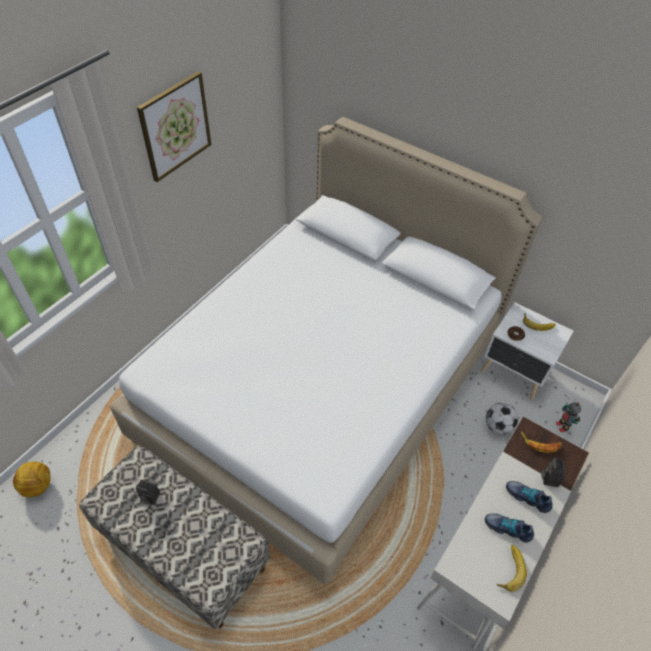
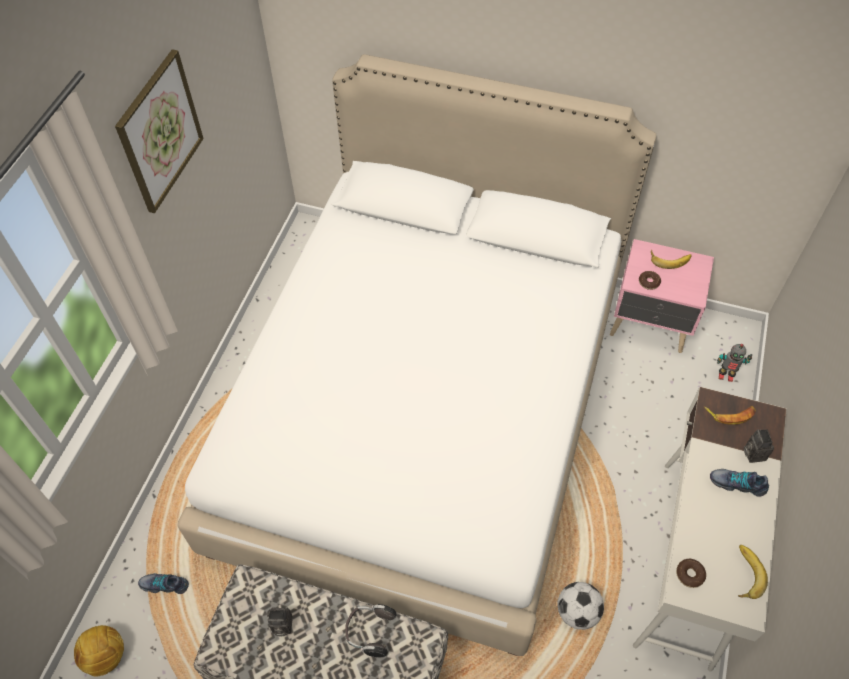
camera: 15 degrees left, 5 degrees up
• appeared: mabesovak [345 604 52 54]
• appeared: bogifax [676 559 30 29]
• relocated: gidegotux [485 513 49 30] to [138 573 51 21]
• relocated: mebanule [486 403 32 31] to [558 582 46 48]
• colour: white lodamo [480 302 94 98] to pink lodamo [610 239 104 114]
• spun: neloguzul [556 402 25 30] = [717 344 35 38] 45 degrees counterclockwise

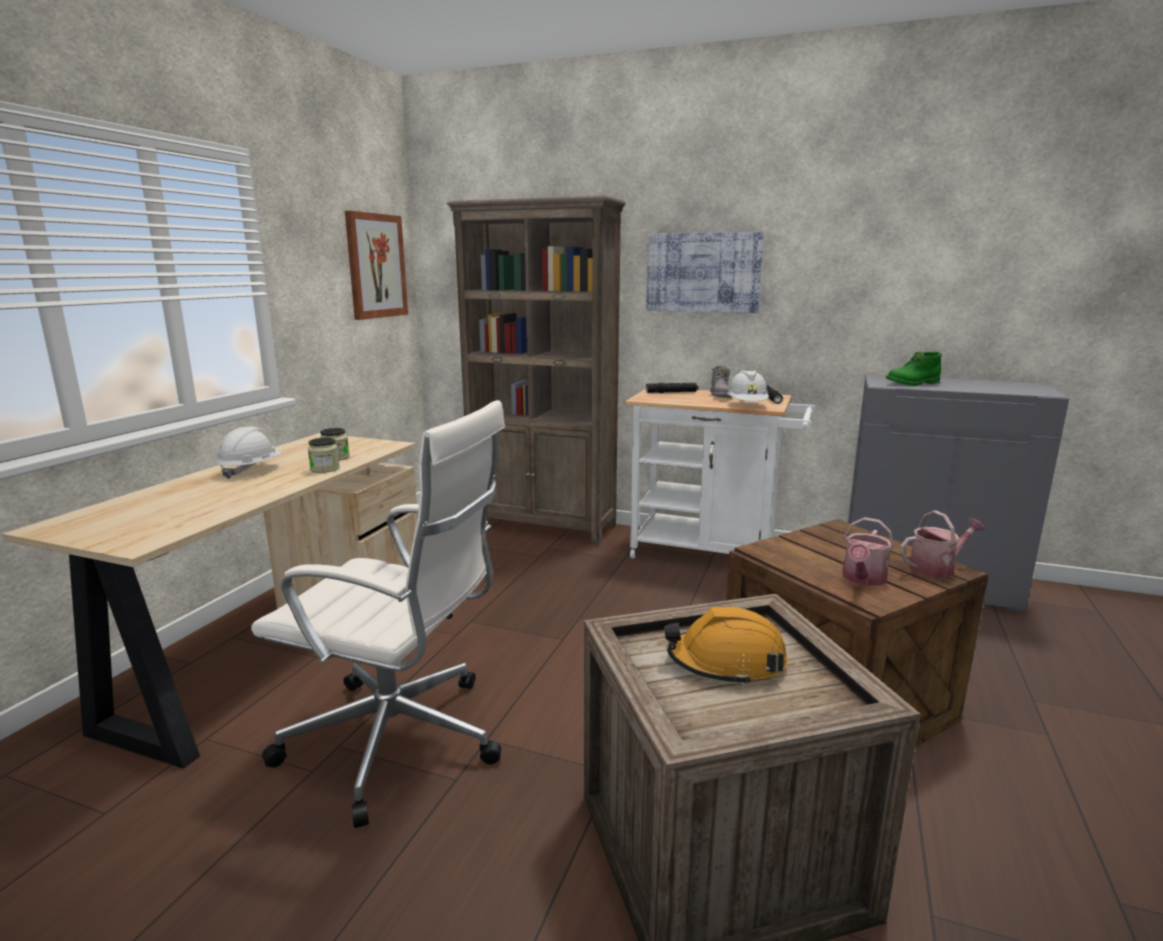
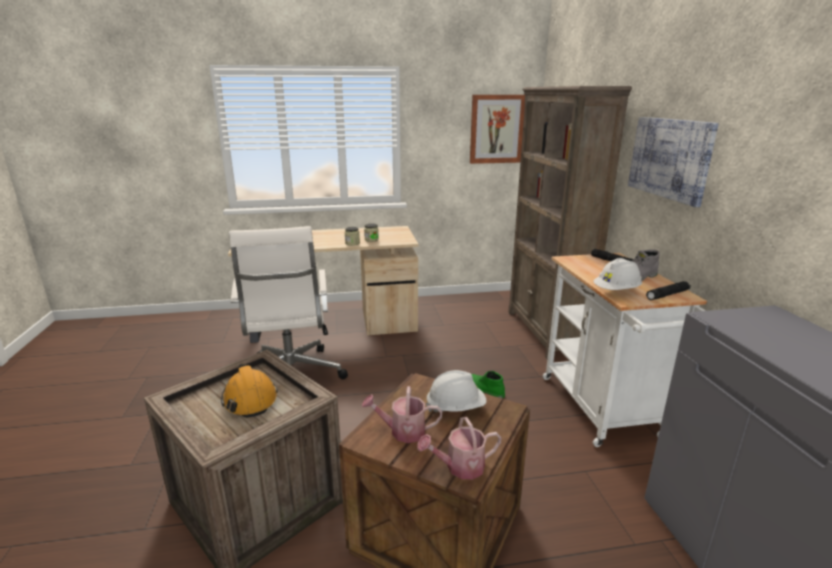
camera: 60 degrees right, 5 degrees up
• relocated: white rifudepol [216 427 67 52] to [426 370 60 43]
• relocated: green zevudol [886 351 56 35] to [472 371 33 27]
• spun: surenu [900 510 85 68] = [417 417 85 62] 120 degrees clockwise

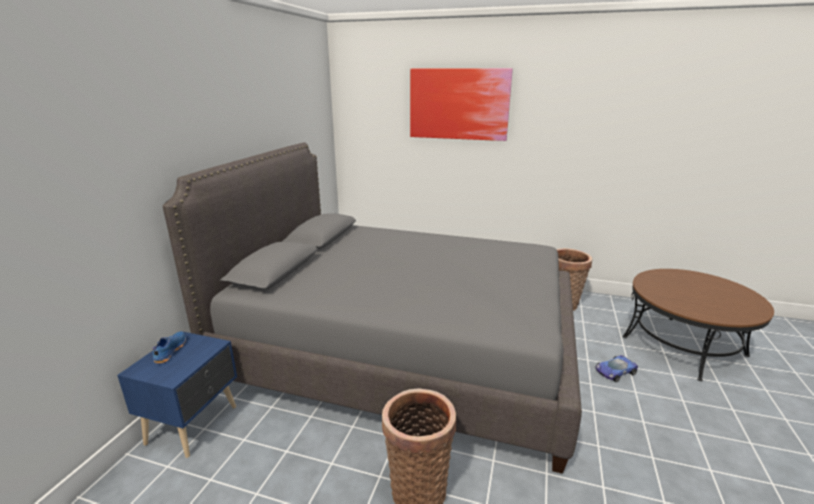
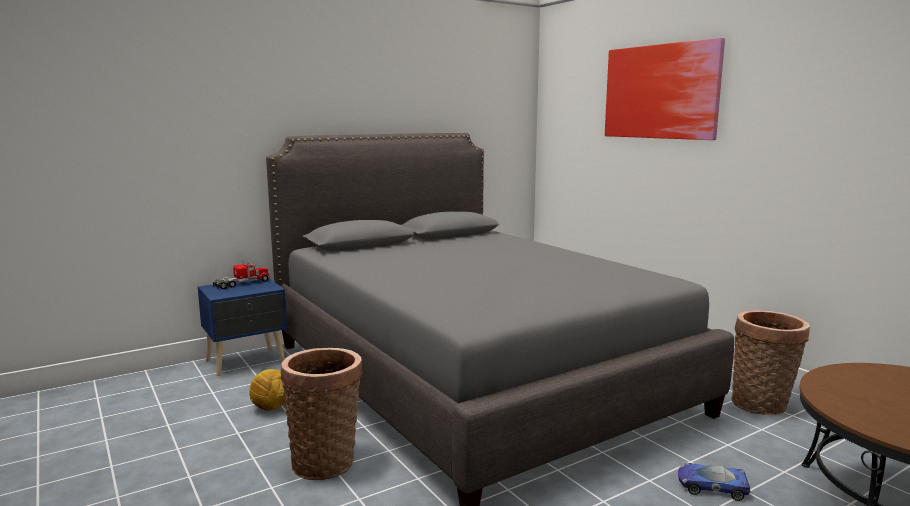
camera: 40 degrees right, 10 degrees down
• appeared: mebanule [249 369 36 42]
• exchanged: blue gidegotux [152 331 34 33] to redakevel [213 262 57 28]

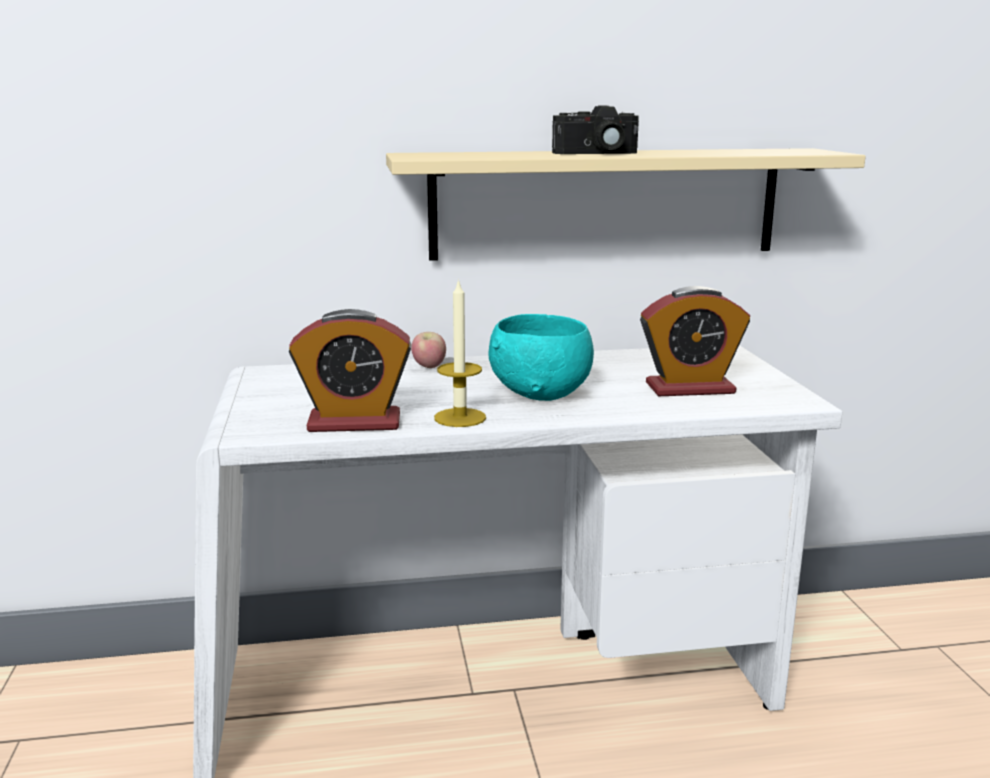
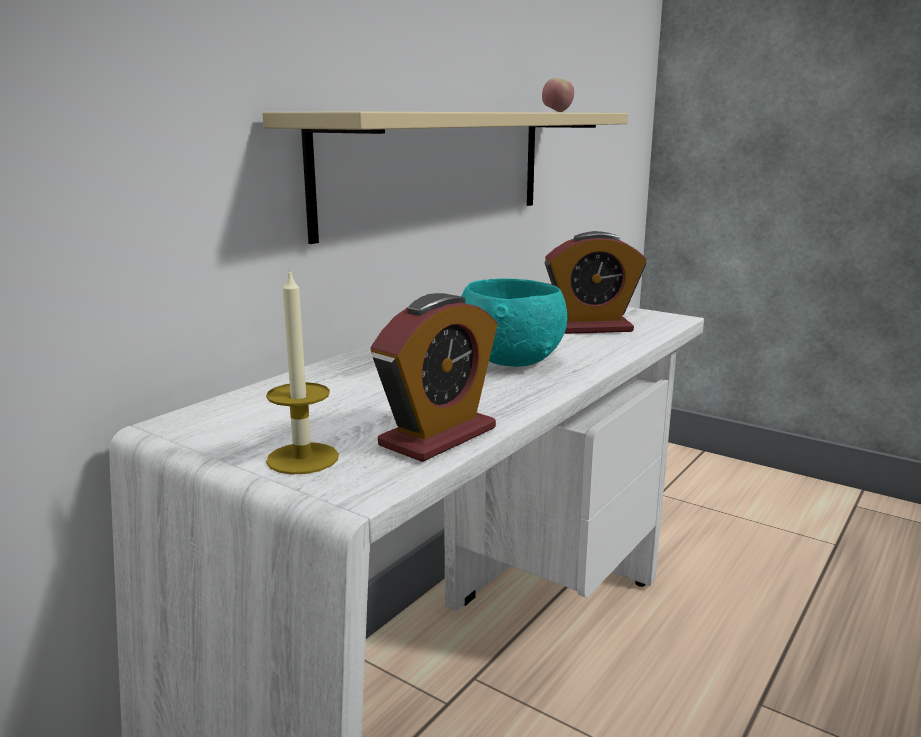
camera: 45 degrees left, 0 degrees up
• missing: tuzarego [552 106 87 48]
• relocated: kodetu [411 332 35 36] to [542 78 32 34]
• relocated: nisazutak [434 278 52 149] to [266 268 73 206]
• spun: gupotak [640 286 110 110] = [544 231 102 103] 45 degrees clockwise

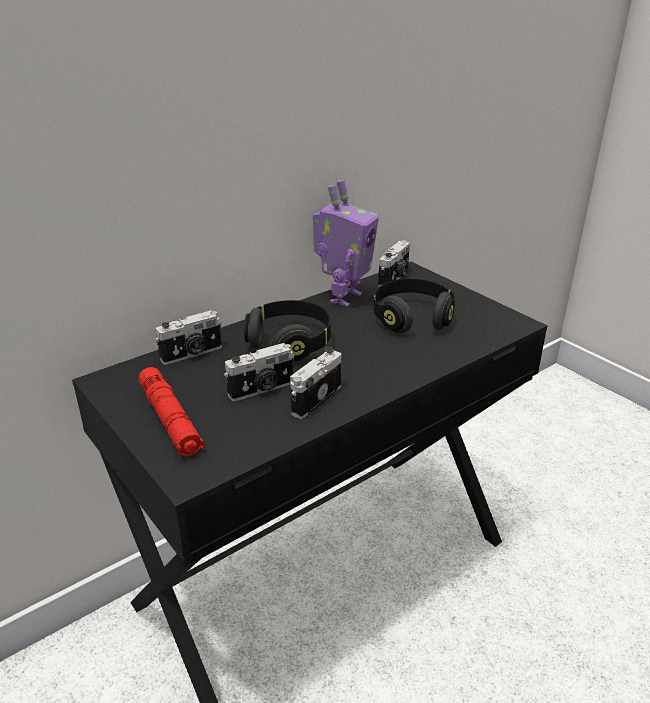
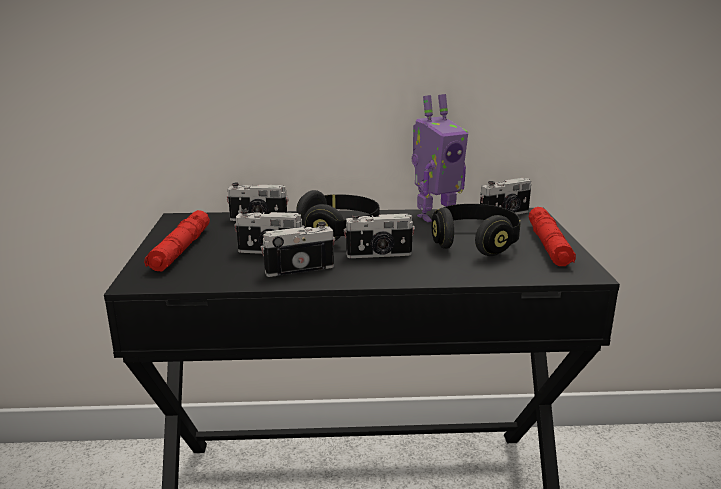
camera: 35 degrees right, 10 degrees down
• appeared: tuzarego [344 214 71 44]
• appeared: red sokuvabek [529 207 47 59]

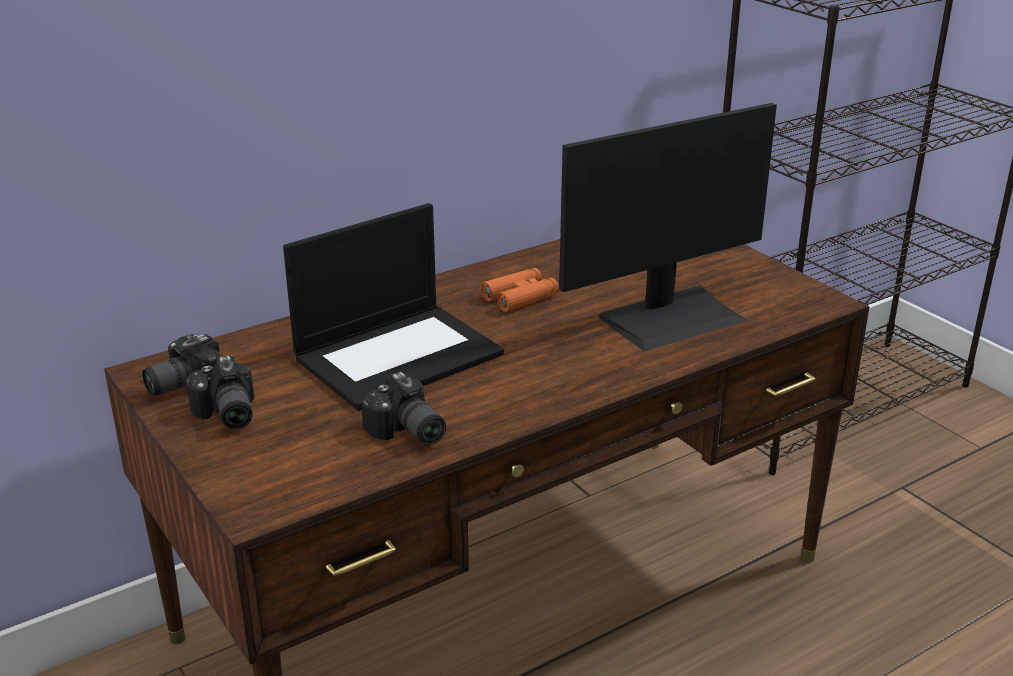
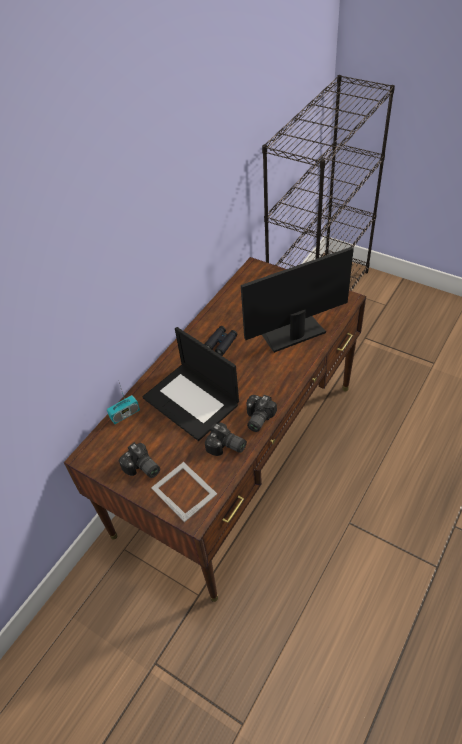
camera: 20 degrees left, 20 degrees up
• appeared: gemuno [107 380 33 44]
• appeared: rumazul [151 462 66 60]
• relocated: tuzarego [142 334 79 62] to [246 395 31 37]
• colour: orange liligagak [481 268 78 44] to black liligagak [204 326 33 30]
• spun: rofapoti [283 203 221 208] = [142 327 97 114] 105 degrees clockwise
• spun: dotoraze [559 103 218 248] = [241 247 113 106] 150 degrees counterclockwise

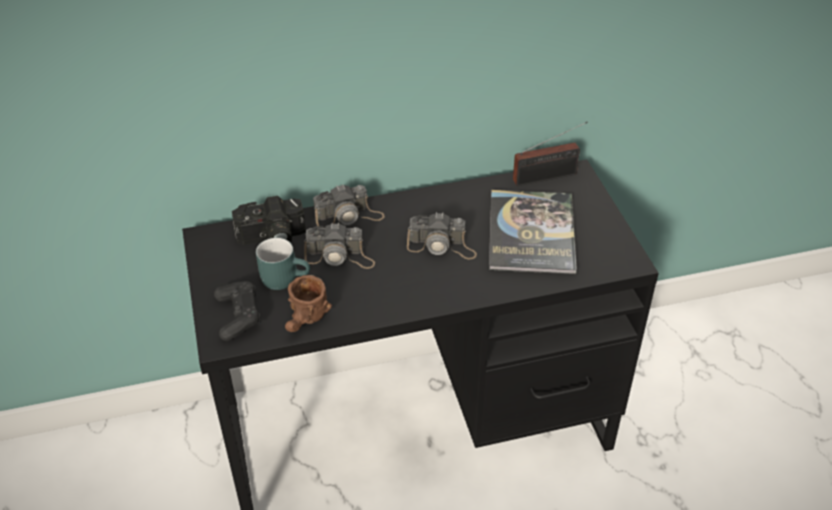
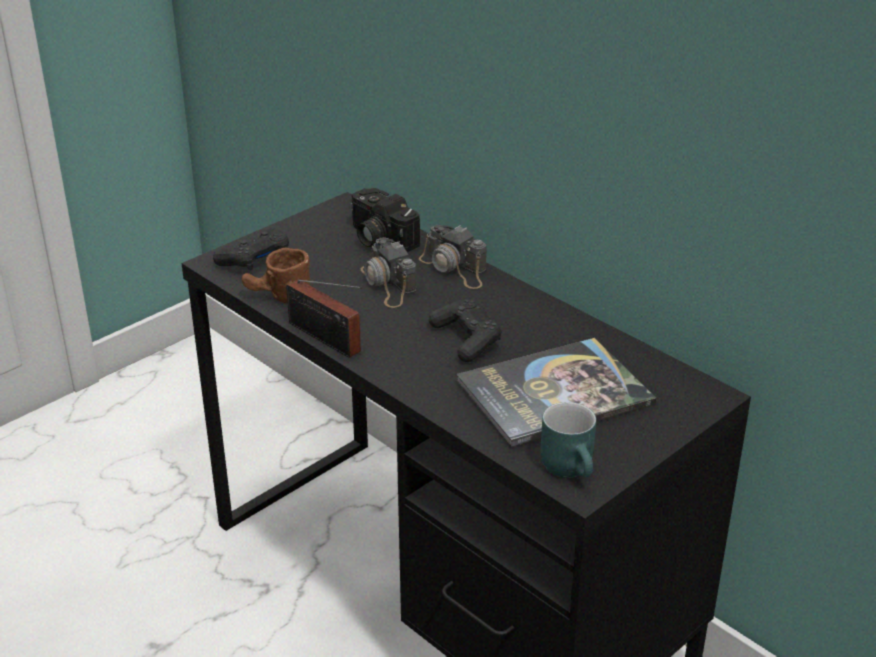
camera: 60 degrees right, 10 degrees down
• relocated: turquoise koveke [256 238 54 52] to [541 402 55 76]
• relocated: gemuno [513 122 75 64] to [286 280 77 78]
• exchanged: tuzarego [407 212 70 47] to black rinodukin [429 299 73 63]

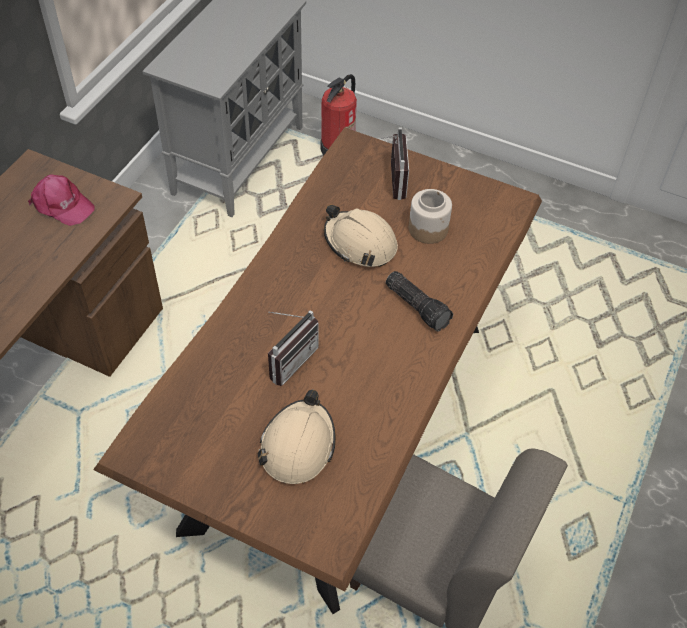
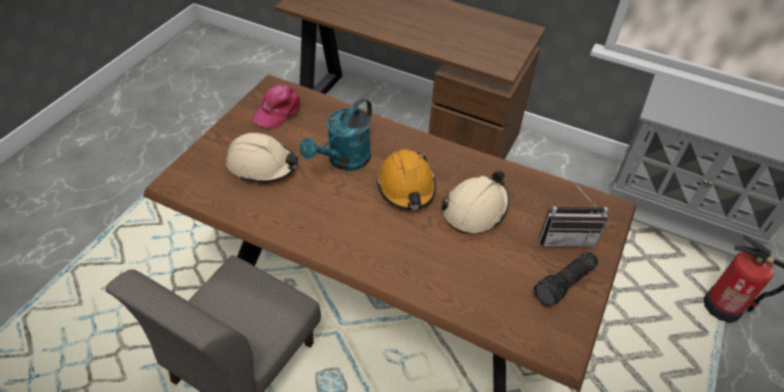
camera: 90 degrees right, 5 degrees down
• missing: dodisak [409 189 43 55]
• appeared: orange rifudepol [377 149 59 61]
• relocated: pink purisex [28 175 67 51] to [252 84 48 45]
• relocated: sokuvabek [386 271 67 60] to [534 252 64 55]
• exchanged: gemuno [268 310 50 76] to turquoise surenu [300 98 72 73]

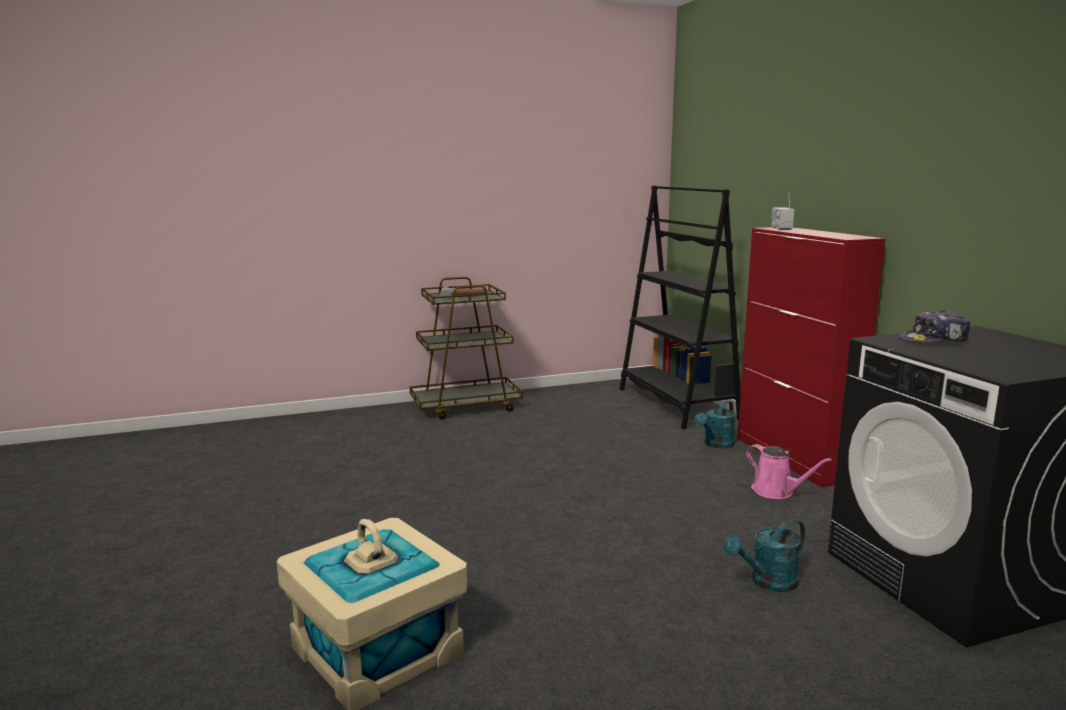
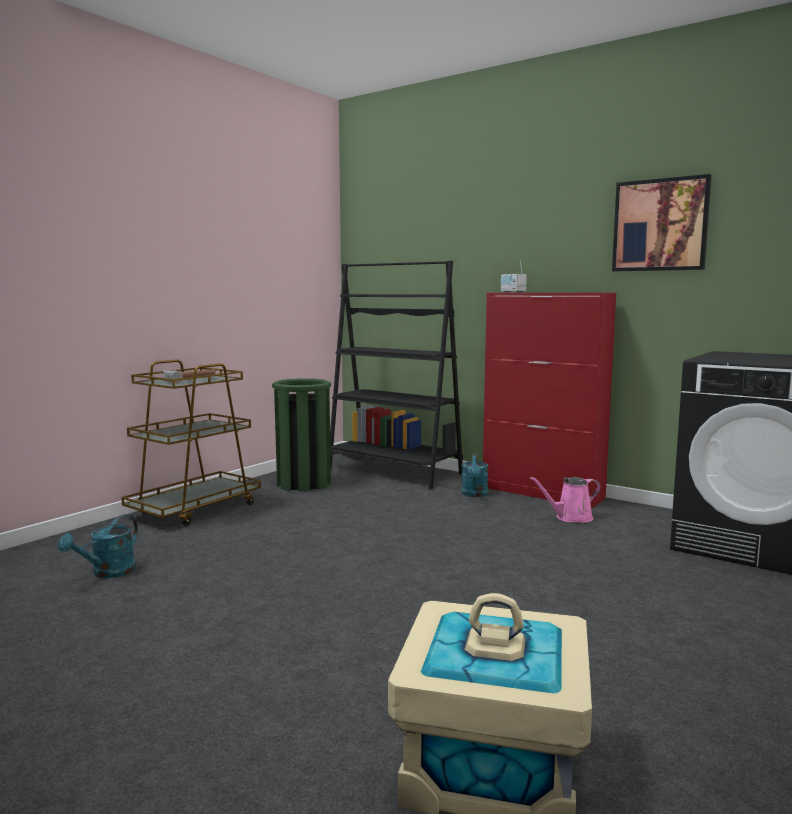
camera: 35 degrees left, 5 degrees down
• missing: purisex [899 310 71 33]
• appeared: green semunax [272 378 59 114]
• appeared: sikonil [612 174 100 97]
• relocated: turquoise surenu [724 519 81 73] to [58 514 80 64]
• spun: pink surenu [746 444 86 55] = [530 477 71 46] 150 degrees clockwise

